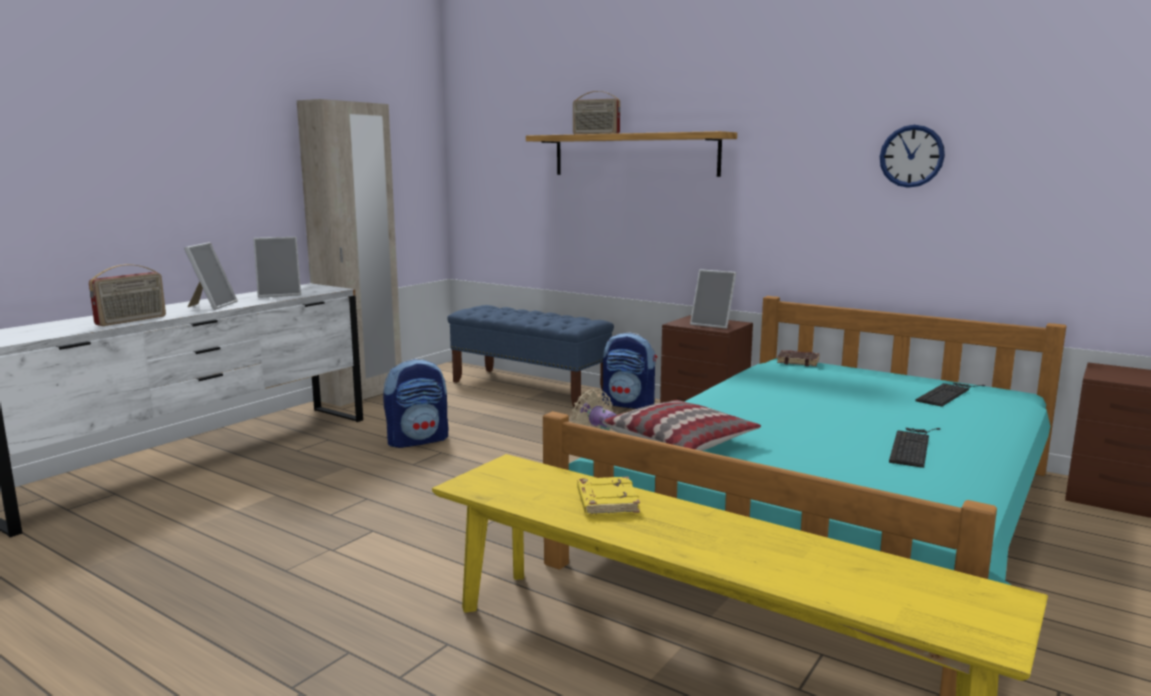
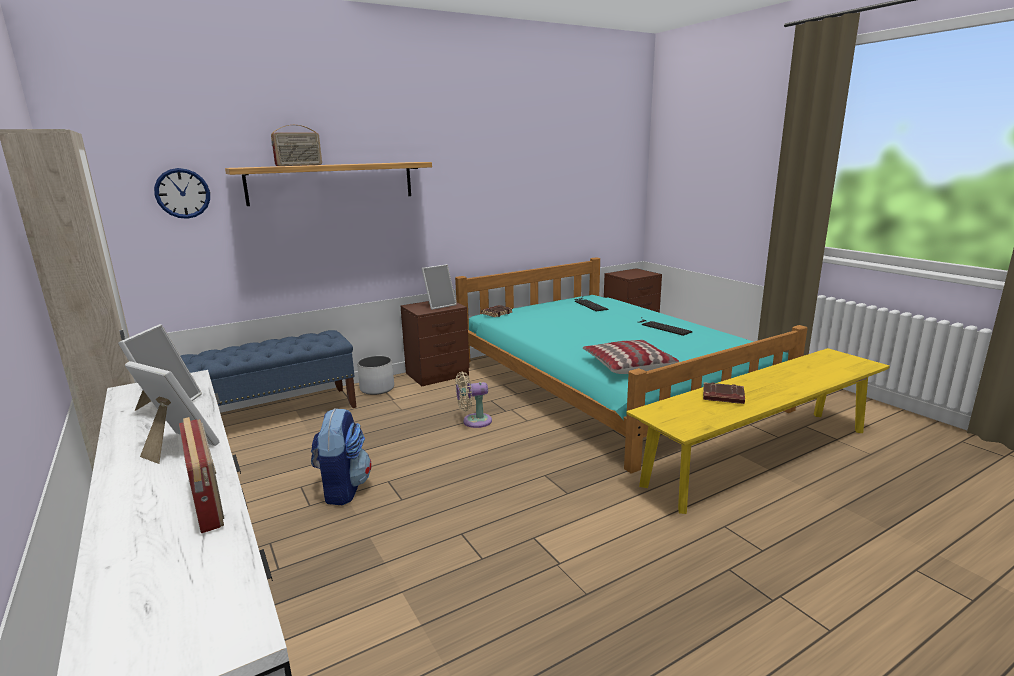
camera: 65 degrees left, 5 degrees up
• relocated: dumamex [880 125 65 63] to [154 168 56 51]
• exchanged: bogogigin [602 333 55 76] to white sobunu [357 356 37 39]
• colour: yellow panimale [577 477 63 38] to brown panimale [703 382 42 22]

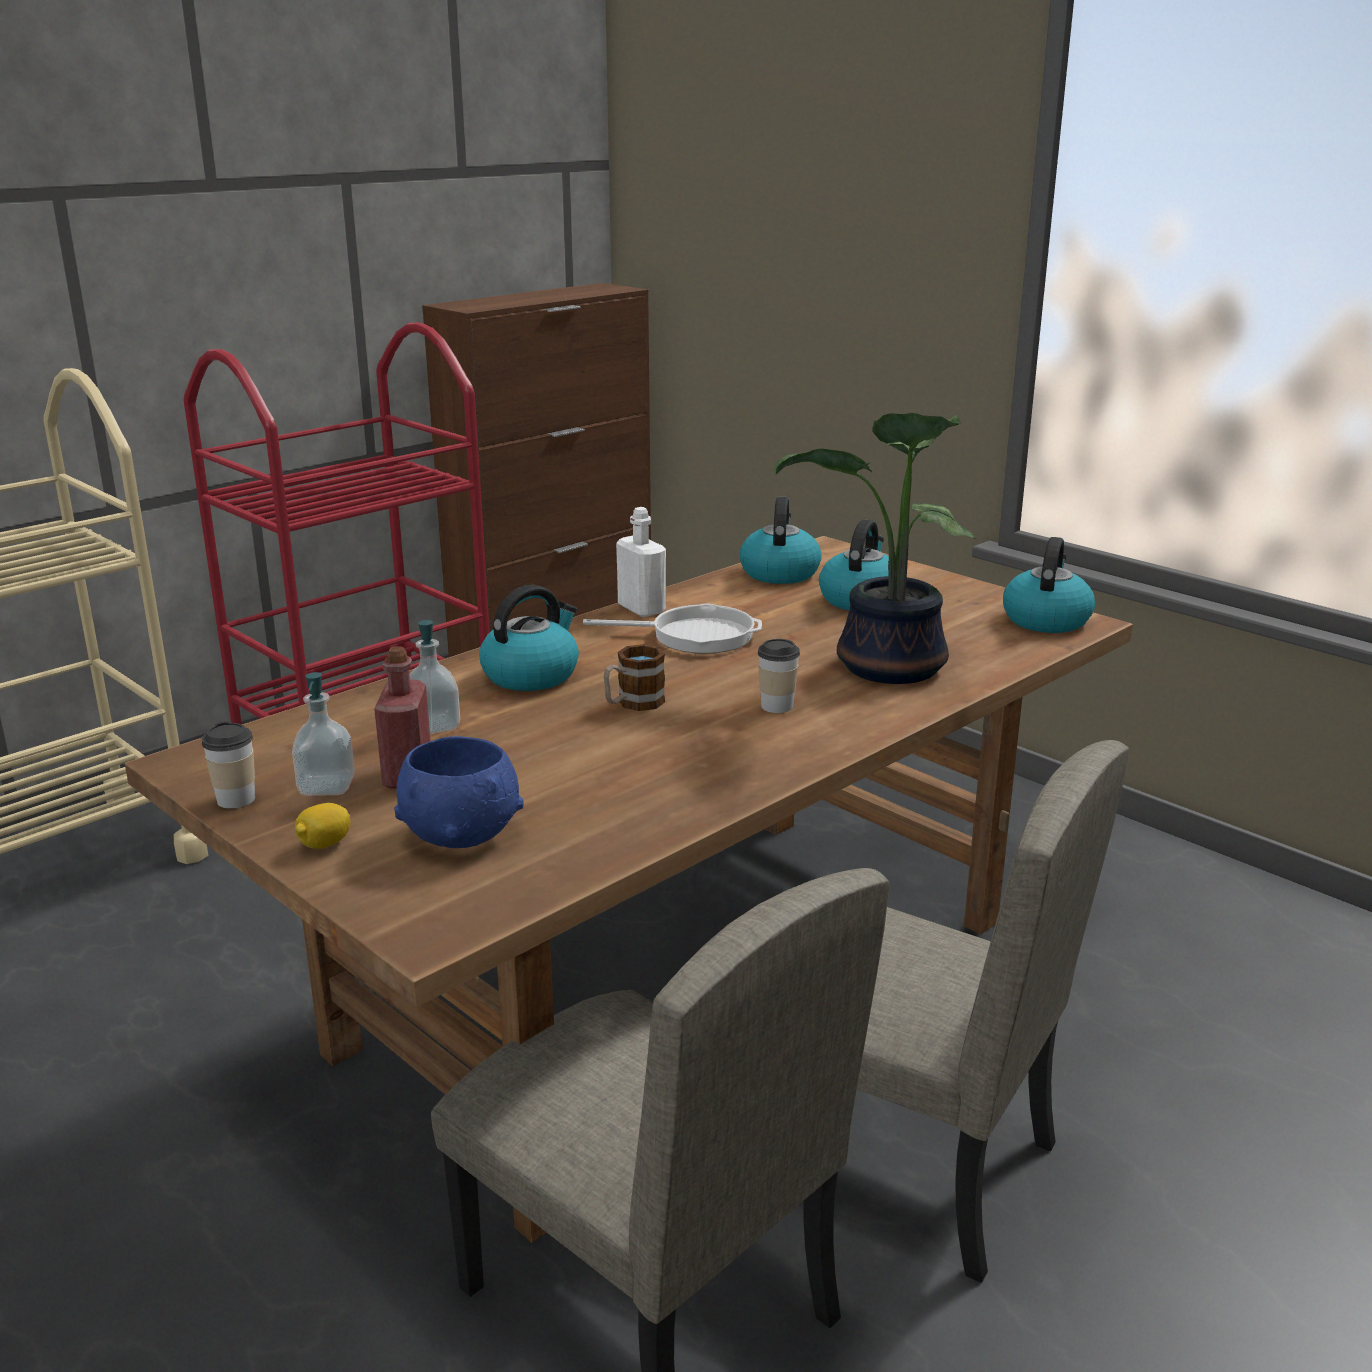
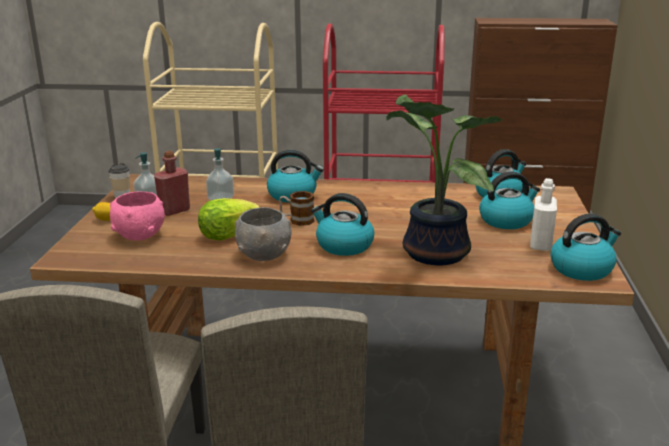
camera: 50 degrees right, 0 degrees up
• missing: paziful [583 603 179 50]
• appeared: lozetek [198 198 62 43]
• appeared: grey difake [235 207 56 54]
• relocated: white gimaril [616 507 50 110] to [530 178 27 73]
• exchanged: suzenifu [758 639 42 74] to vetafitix [311 193 63 63]
• colour: blue difake [394 736 130 112] to pink difake [110 191 55 50]

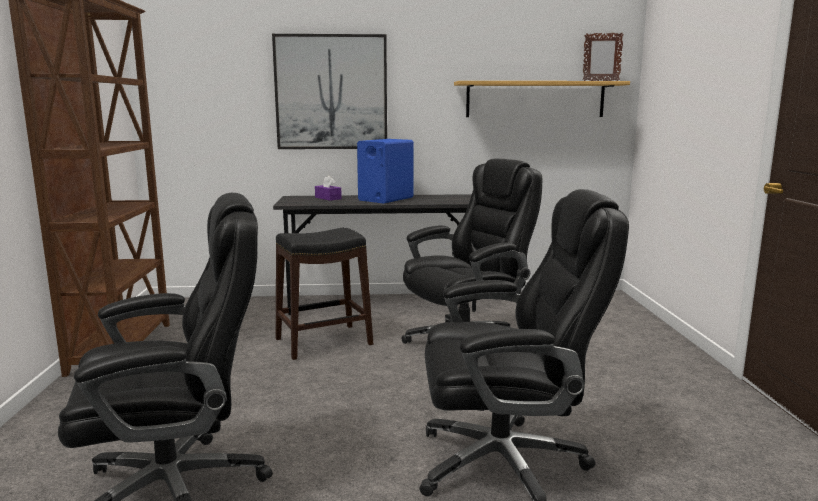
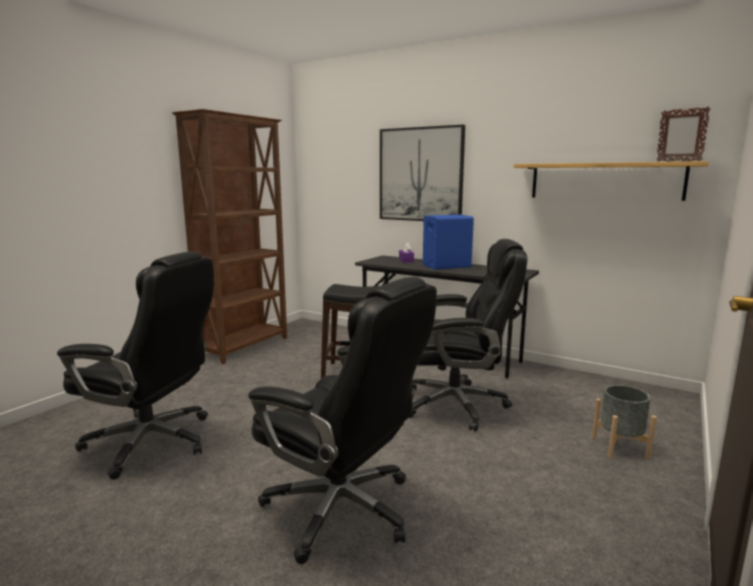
camera: 35 degrees right, 0 degrees up
• appeared: grey sobunu [592 385 64 74]

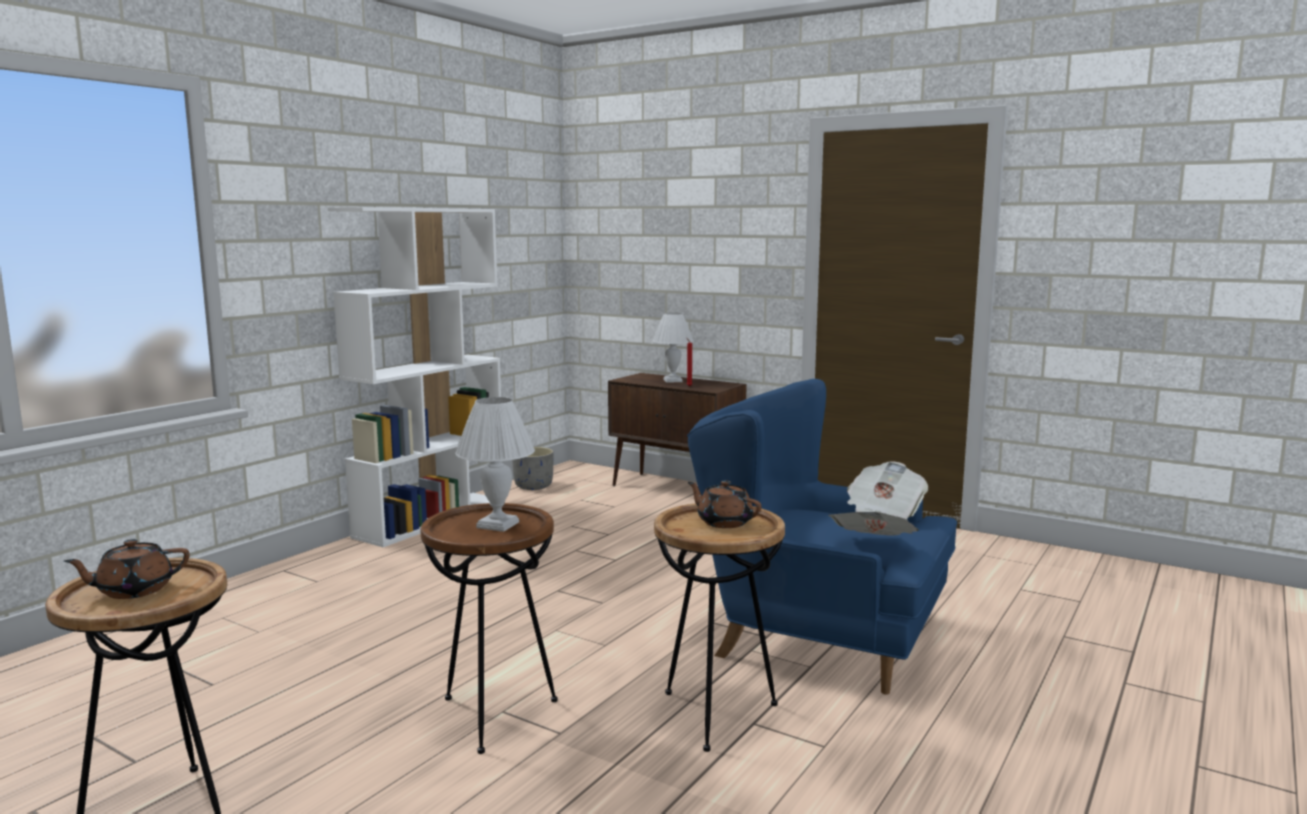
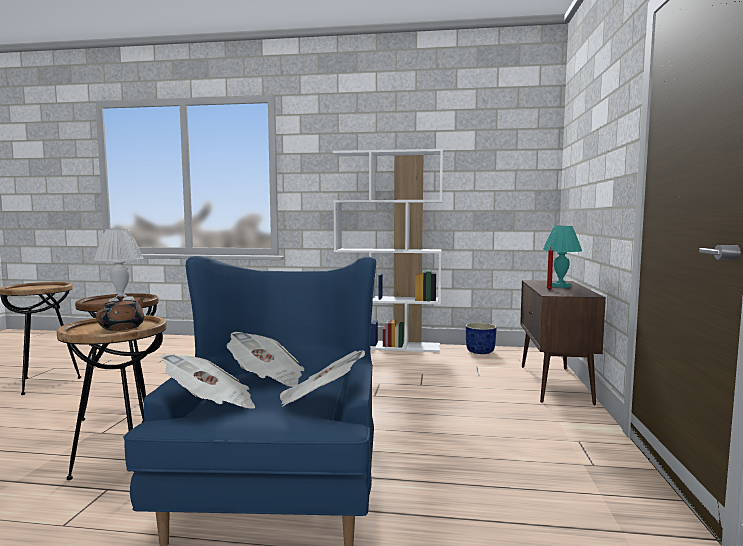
camera: 65 degrees right, 5 degrees down
• missing: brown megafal [64 539 126 60]
• appeared: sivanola [227 332 78 55]
• colour: grey sobunu [512 447 42 43] to blue sobunu [466 323 31 31]
• colour: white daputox [653 313 41 70] to turquoise daputox [543 226 39 62]

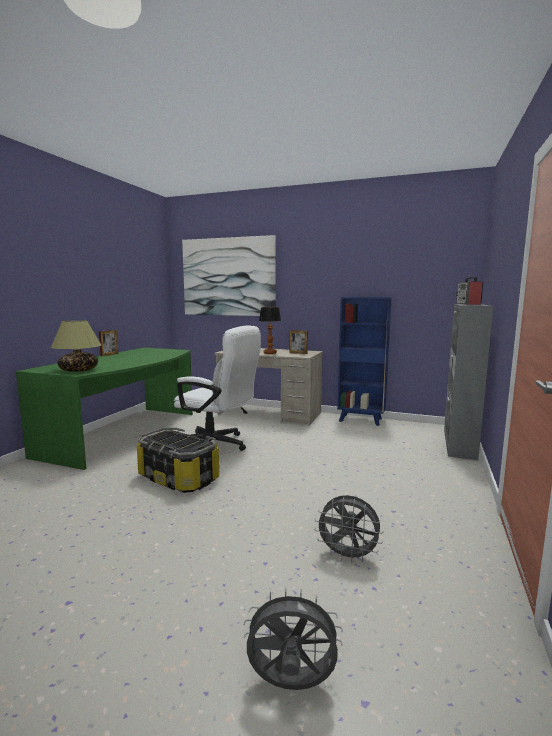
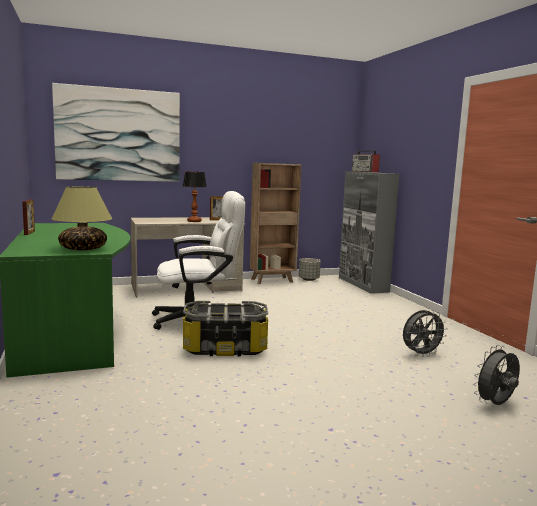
camera: 40 degrees left, 0 degrees up
• appeared: grey sobunu [299 258 22 23]
• colour: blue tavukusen [337 297 55 129] to brown tavukusen [250 163 52 121]

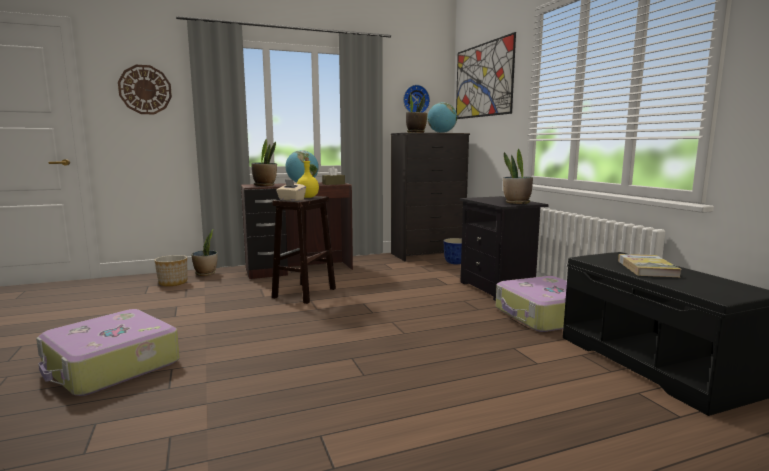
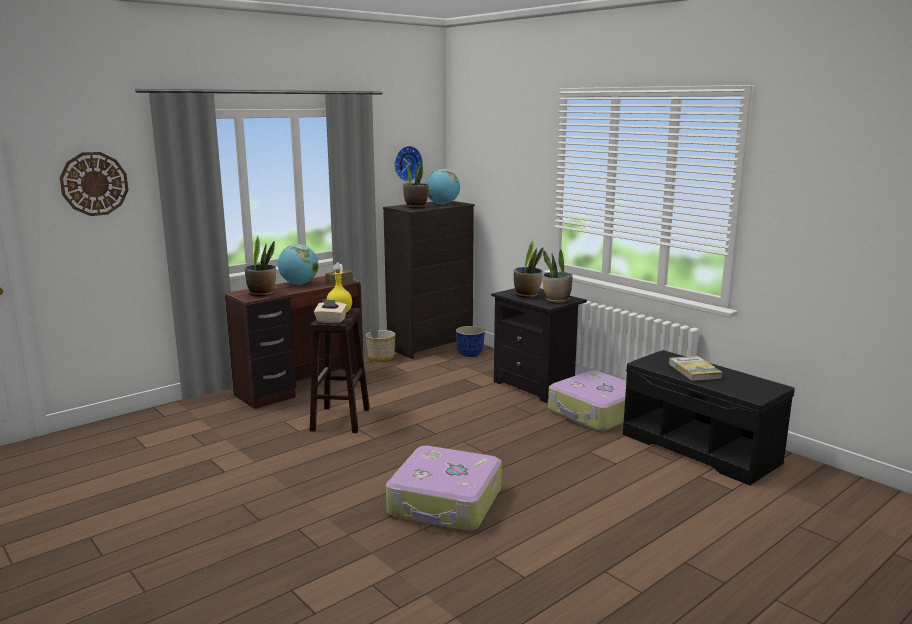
camera: 20 degrees left, 5 degrees up
• missing: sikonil [456 32 60 87]
• relocated: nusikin [36 309 144 87] to [386 446 116 85]
• relocated: sobunu [154 255 33 31] to [366 330 29 32]
• relocated: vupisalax [191 229 26 47] to [514 240 29 58]

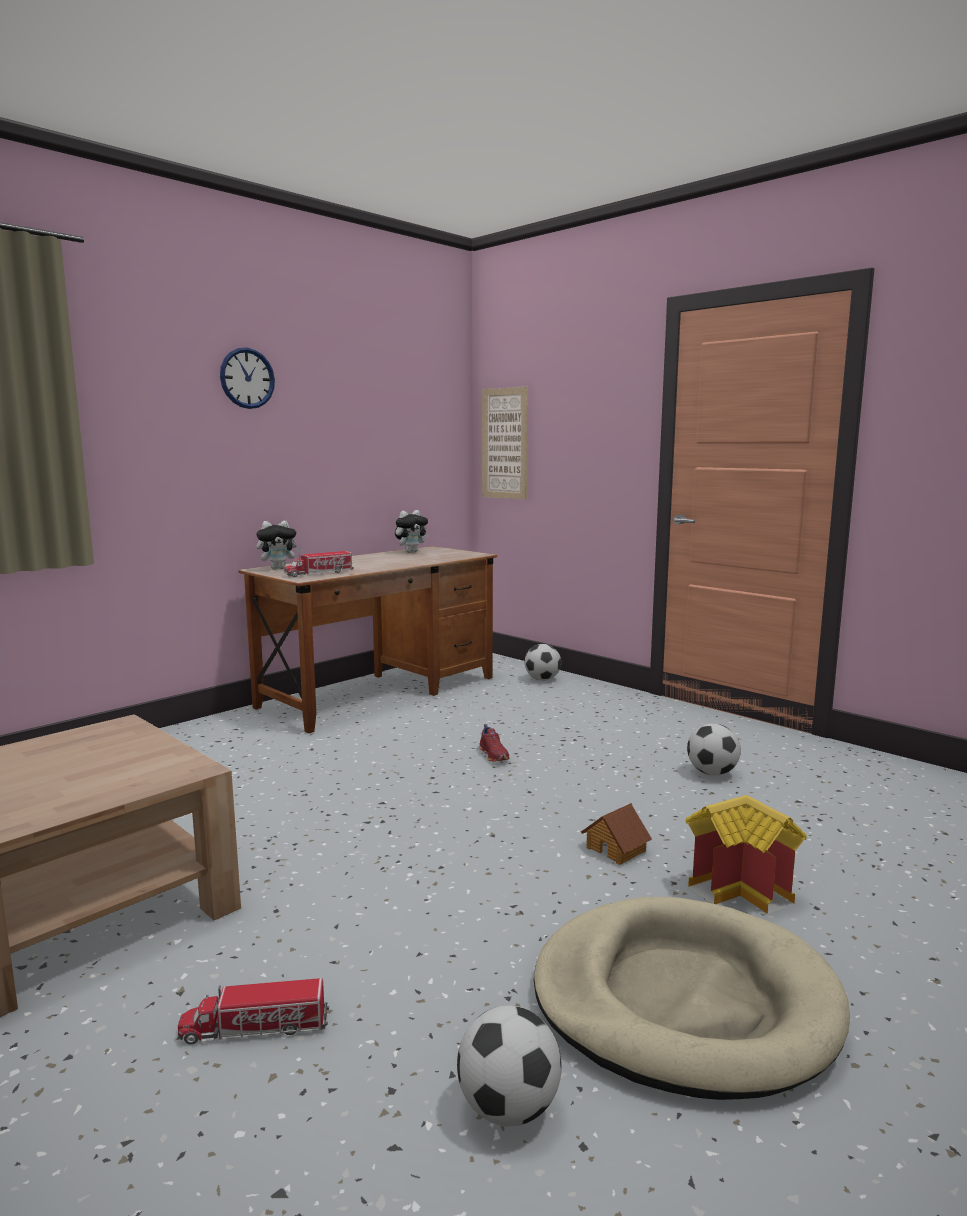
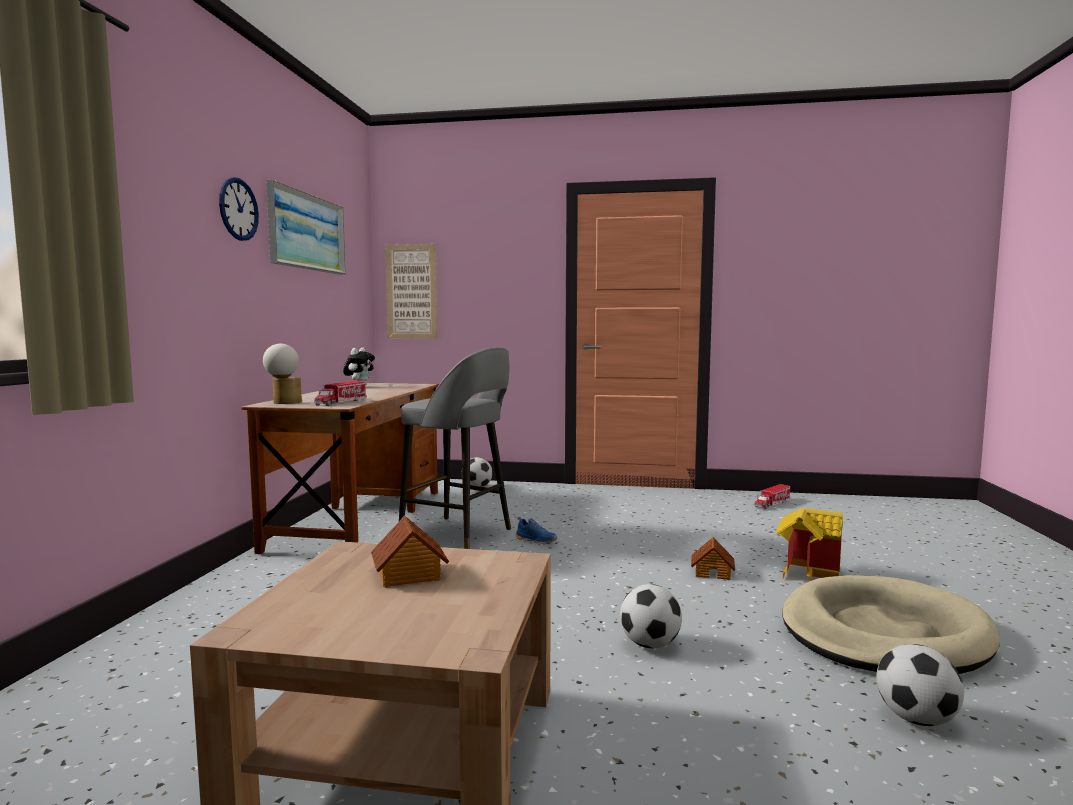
camera: 35 degrees left, 5 degrees down
• appeared: sikonil [266 180 80 95]
• appeared: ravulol [371 515 78 73]
• appeared: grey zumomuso [399 347 112 202]
• relocated: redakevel [178 978 151 67] to [754 484 36 25]
• relocated: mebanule [687 723 54 52] to [620 584 62 64]
• exchanged: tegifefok [257 520 45 49] to daputox [263 344 39 60]
• colour: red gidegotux [479 724 31 38] to blue gidegotux [515 517 42 28]

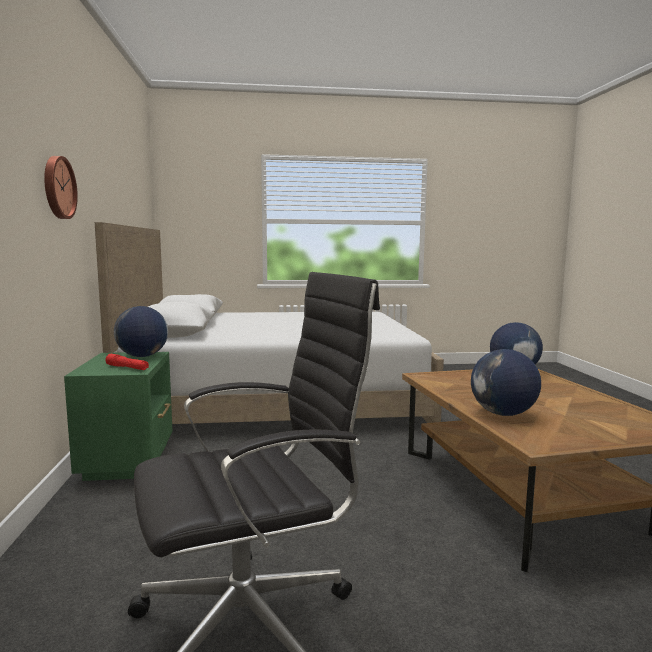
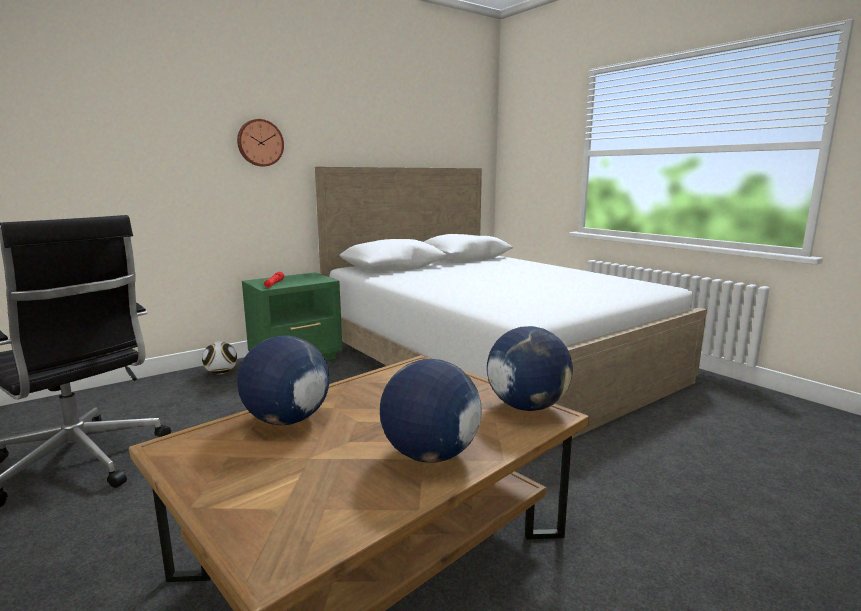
camera: 60 degrees right, 5 degrees up
• appeared: mebanule [202 342 35 32]
• relocated: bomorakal [114 306 54 51] to [380 359 101 103]

